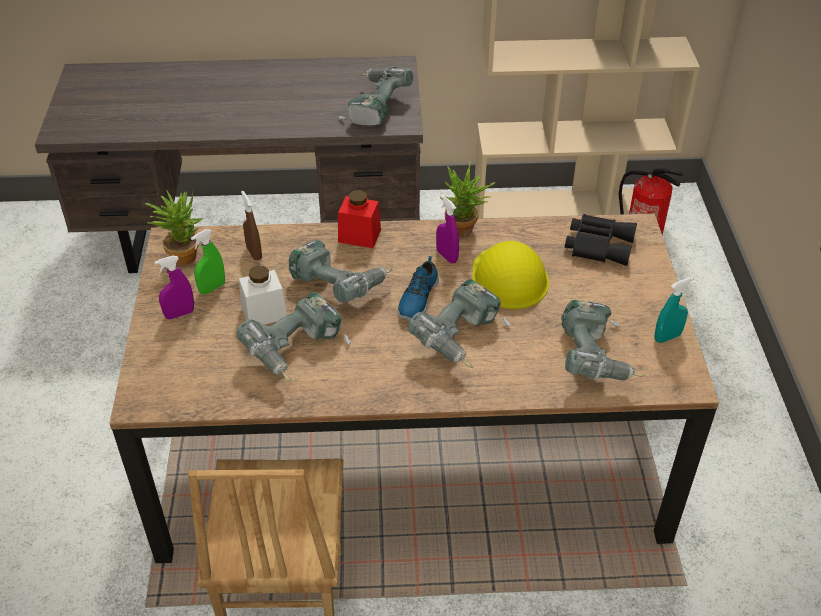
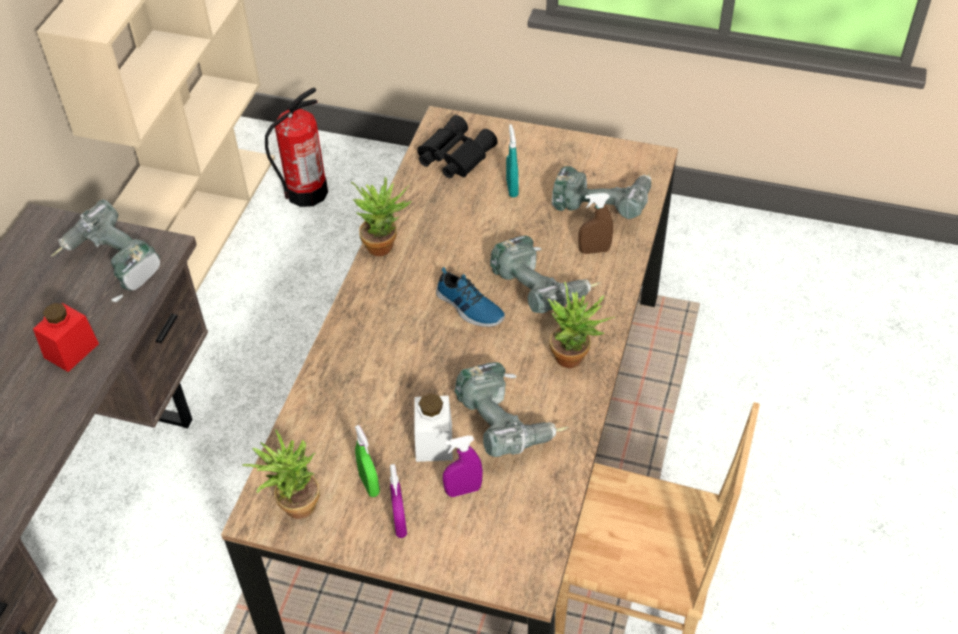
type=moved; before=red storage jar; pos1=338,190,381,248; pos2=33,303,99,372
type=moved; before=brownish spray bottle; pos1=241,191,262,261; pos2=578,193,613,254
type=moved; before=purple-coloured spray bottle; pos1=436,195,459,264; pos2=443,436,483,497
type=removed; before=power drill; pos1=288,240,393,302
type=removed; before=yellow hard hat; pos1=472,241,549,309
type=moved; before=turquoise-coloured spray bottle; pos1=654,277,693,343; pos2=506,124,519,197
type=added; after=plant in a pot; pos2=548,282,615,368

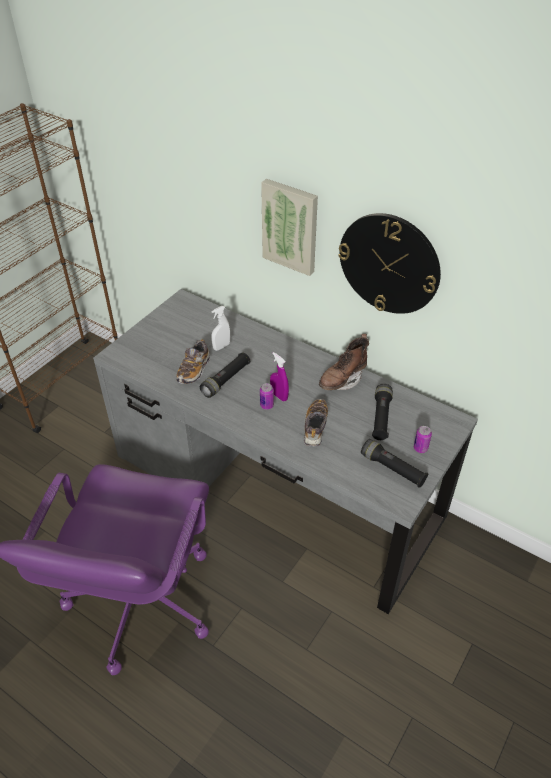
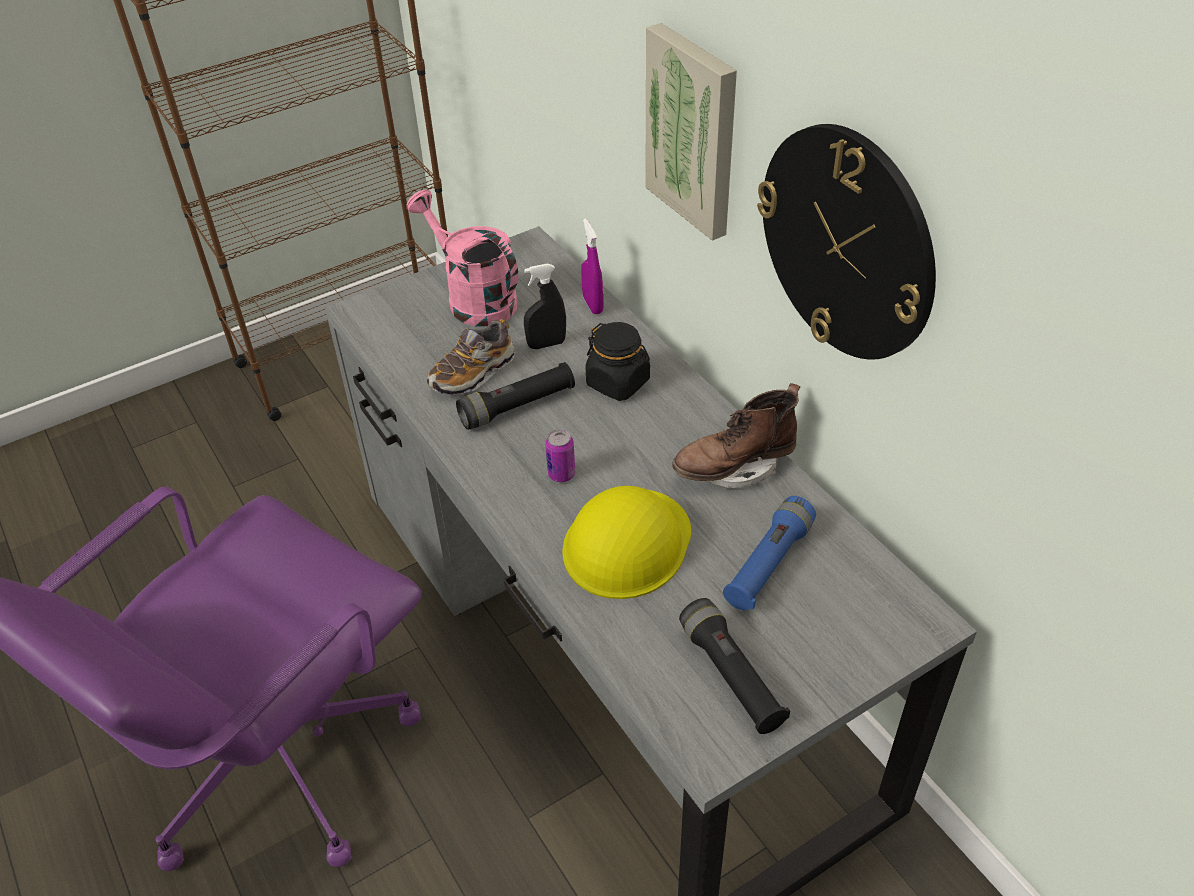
type=recoloured; before=whitish spray bottle; after=blackish spray bottle; pos1=211,306,230,351; pos2=524,263,566,349
type=moved; before=purple-coloured spray bottle; pos1=270,352,289,401; pos2=581,219,603,314
type=recoloured; before=blackish flashlight; after=blue-coloured flashlight; pos1=372,384,393,440; pos2=723,496,816,610
type=replaced; before=shoe; after=yellow hard hat; pos1=304,399,328,446; pos2=562,486,691,599
type=removed; before=metal can; pos1=414,426,432,453
type=added; after=pinkish sprinkling can; pos2=407,189,518,327
type=added; after=blackish storage jar; pos2=585,322,650,401

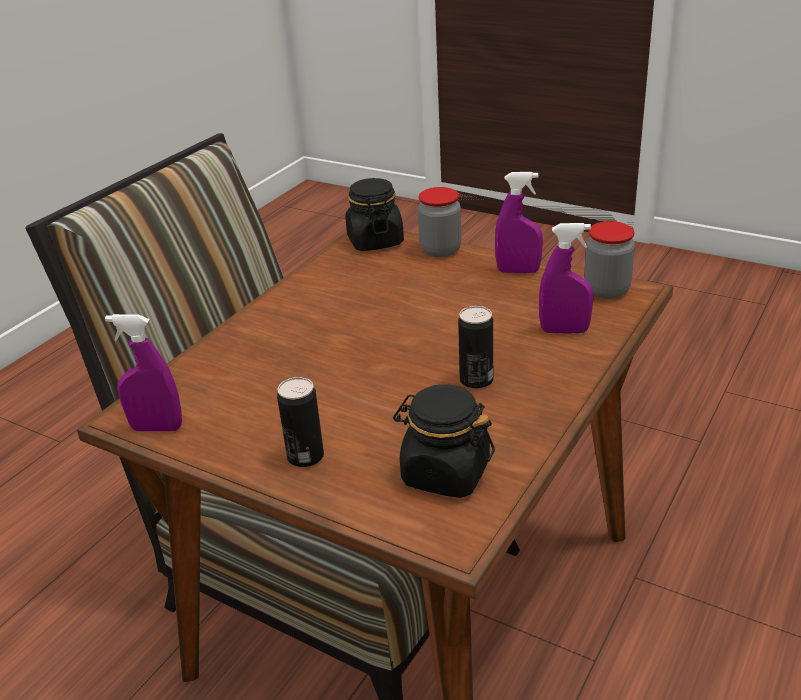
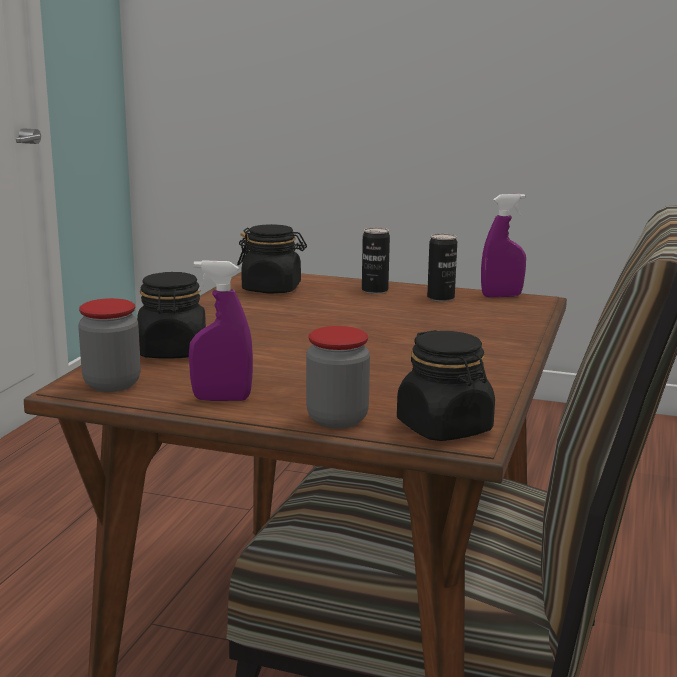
type=replaced; before=purple-coloured spray bottle; after=blackish storage jar; pos1=539,223,594,334; pos2=137,272,206,359
type=moved; before=metal can; pos1=458,306,493,389; pos2=427,233,457,302

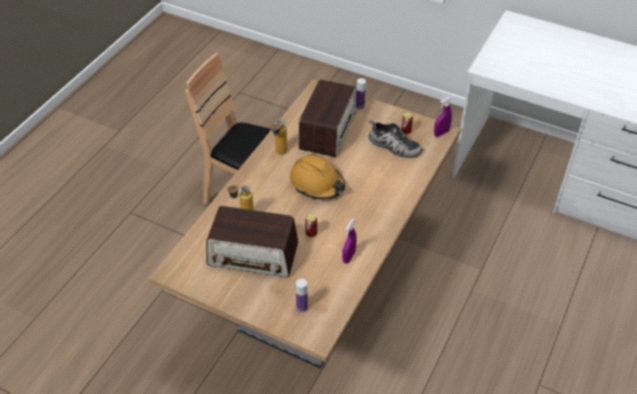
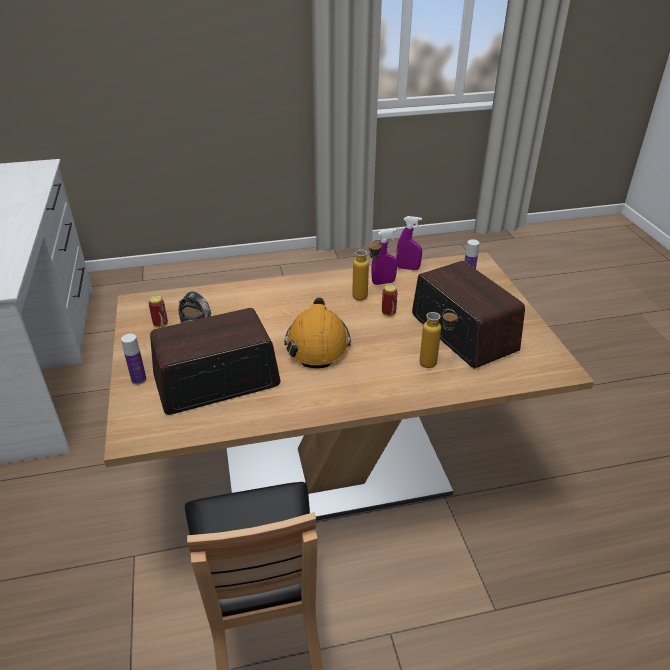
type=moved; before=purple-coloured spray bottle; pos1=434,97,452,137; pos2=396,216,422,270
type=moved; before=drink bottle; pos1=271,119,288,155; pos2=352,240,382,301

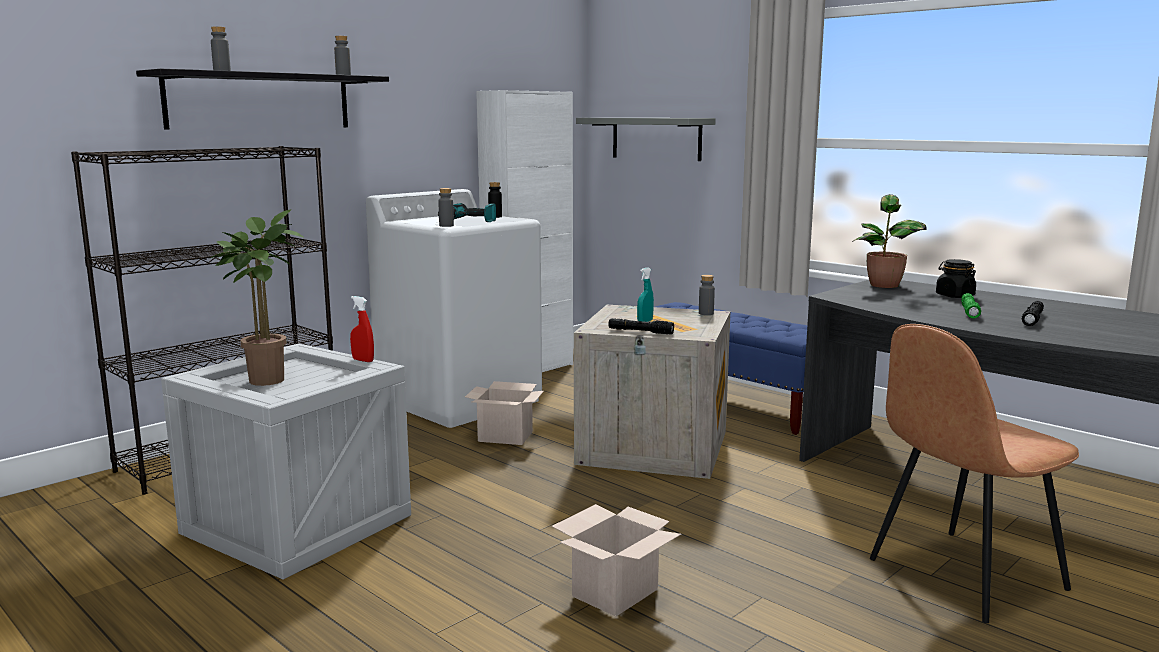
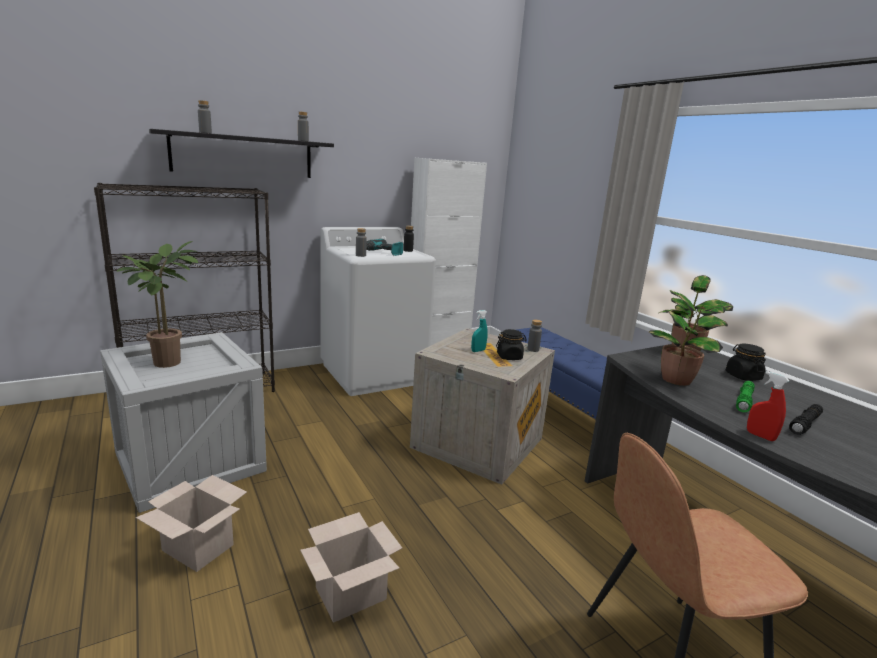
type=removed; before=greyish shelf; pos1=576,118,716,161
type=moved; before=red spray bottle; pos1=350,296,374,362; pos2=747,371,789,441
type=removed; before=blackish flashlight; pos1=609,318,674,334
type=moved; before=packing box; pos1=465,381,544,445; pos2=136,475,247,572
type=added; after=plant in a pot; pos2=649,290,731,386
type=added; after=blackish storage jar; pos2=496,329,527,360

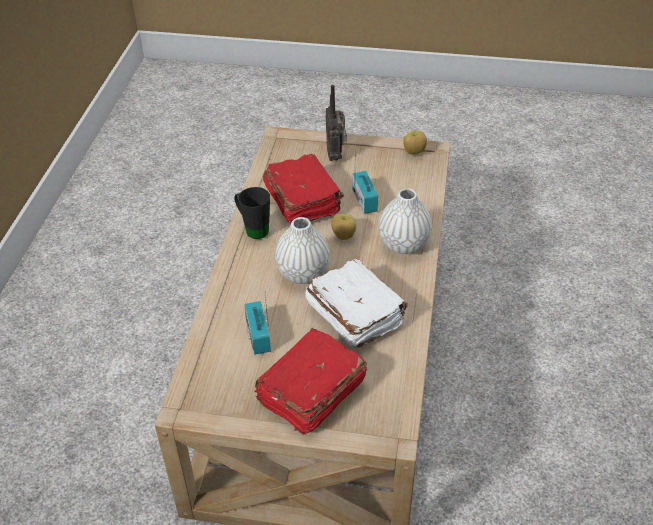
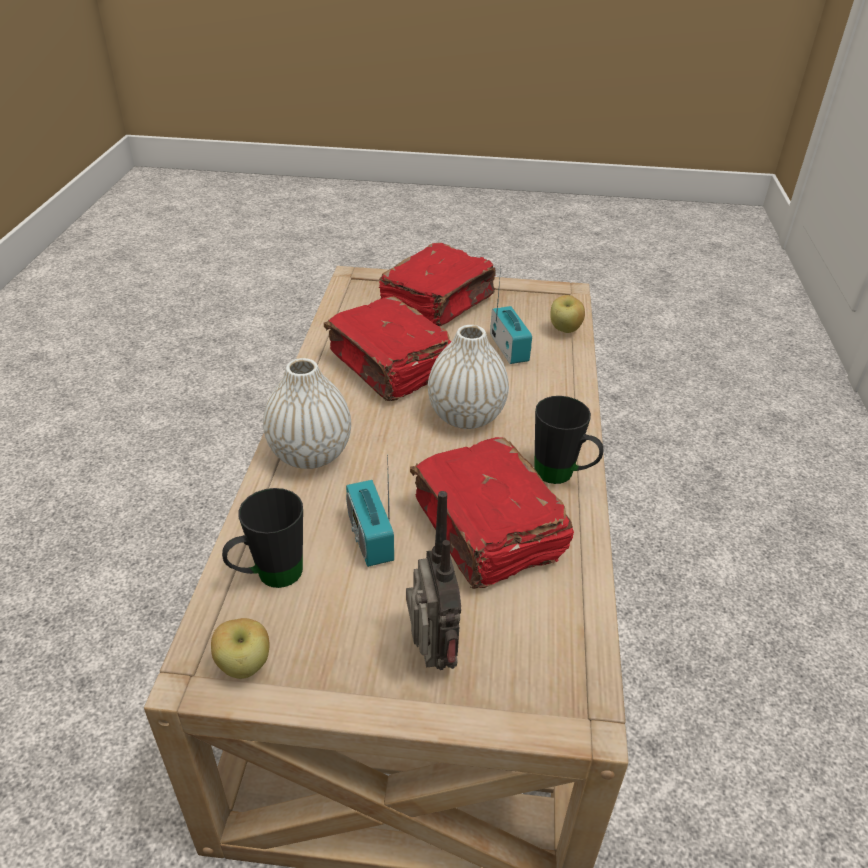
type=moved; before=apple; pos1=331,214,357,240; pos2=550,295,585,333
type=recoloured; before=whitish bound book; after=red bound book; pos1=305,259,408,348; pos2=324,296,451,401
type=added; after=blackish tea mug; pos2=222,488,303,588

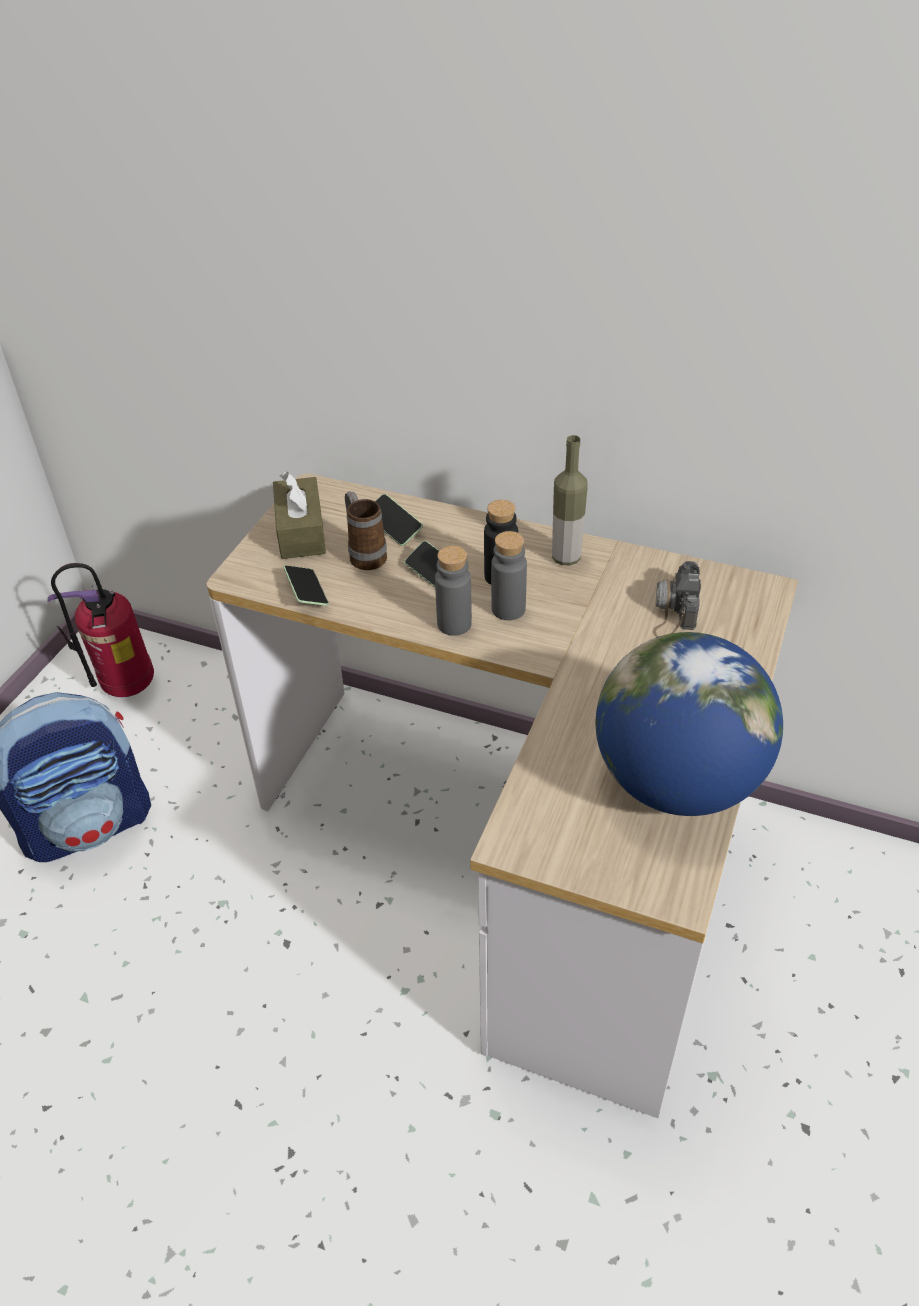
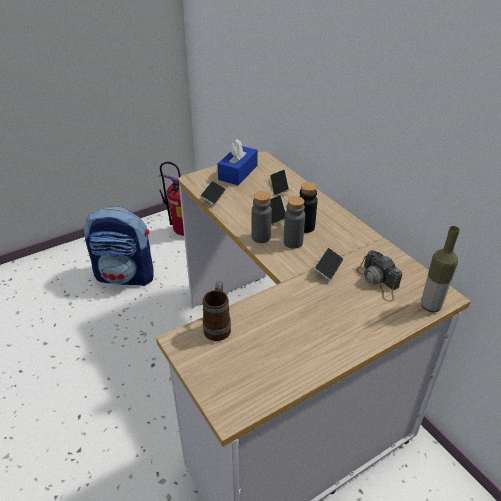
type=moved; before=drink bottle; pos1=552,435,588,565; pos2=421,226,460,313
type=recoloured; before=brownish tissue box; after=blue-coloured tissue box; pos1=273,472,326,559; pos2=217,139,258,185
type=moved; before=tea mug; pos1=345,492,387,570; pos2=203,281,231,341
type=turned; before=still camera; pos1=653,561,701,637; pos2=357,250,402,302; turn=-75
type=removed; before=world globe; pos1=596,632,783,816
type=added; after=telephone; pos2=314,248,343,280

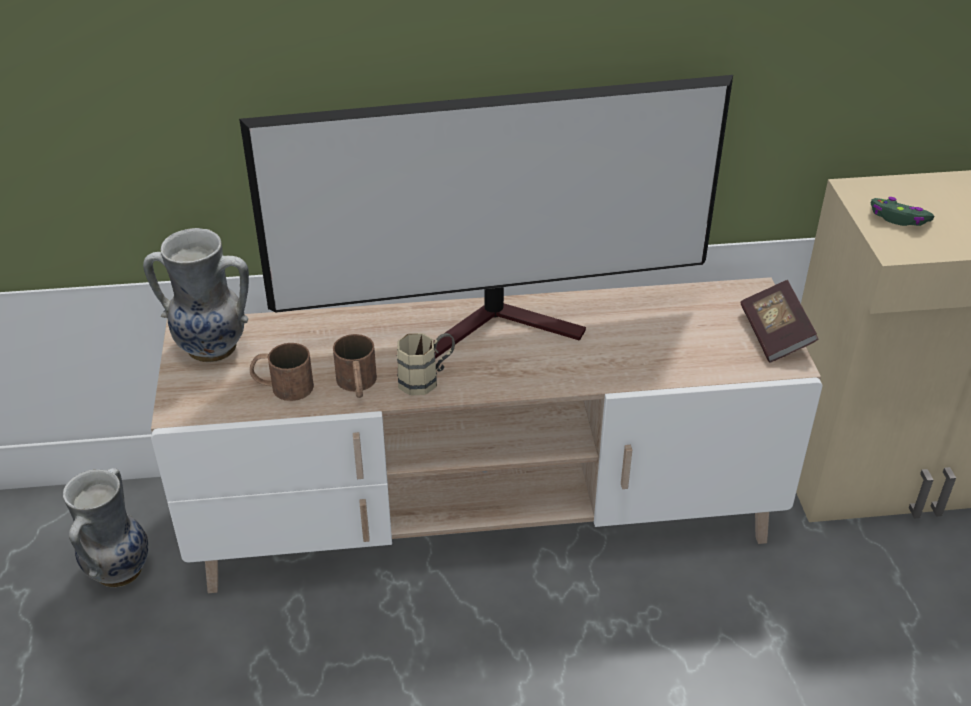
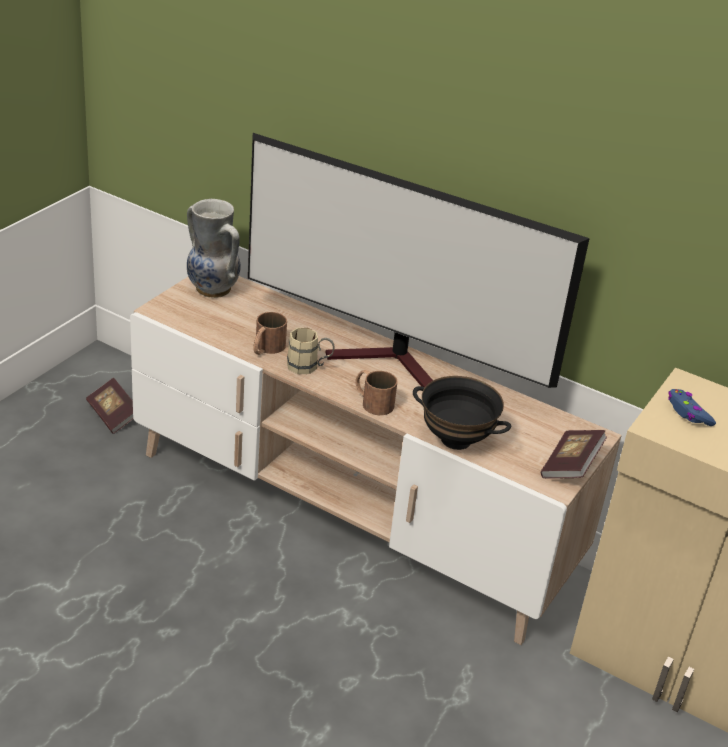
type=recoloured; before=green-coloured gamepad; after=blue-coloured gamepad; pos1=871,197,934,226; pos2=668,389,716,426
type=moved; before=brownish tea mug; pos1=250,343,314,401; pos2=355,370,398,415
type=replaced; before=flower vase; after=bound book; pos1=63,468,148,587; pos2=86,378,133,434
type=added; after=blackish serving bowl; pos2=413,376,511,450

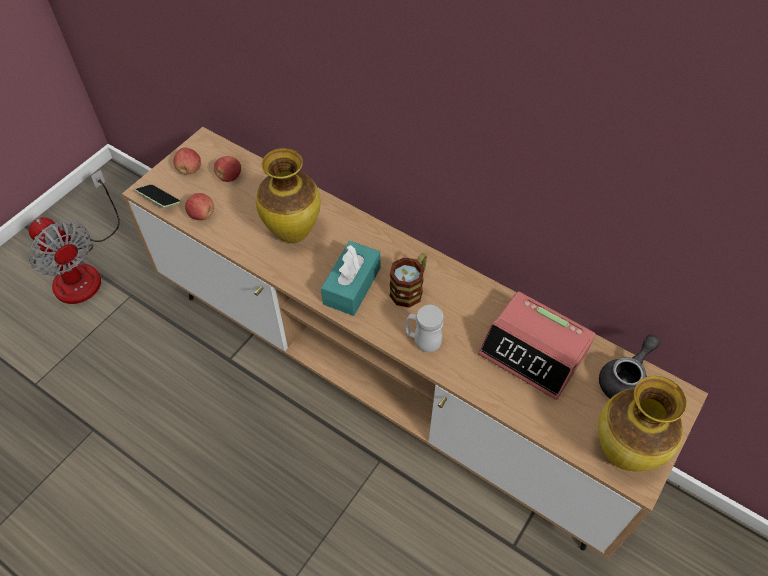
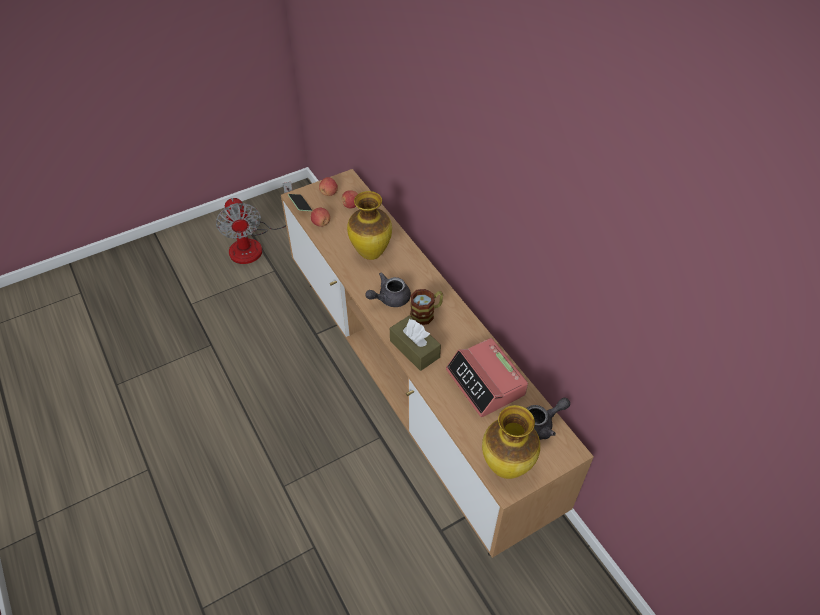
type=replaced; before=turquoise-coloured tissue box; after=greyish pot for tea; pos1=321,241,380,316; pos2=365,272,411,307
type=replaced; before=whitish tea mug; after=brownish tissue box; pos1=406,305,444,352; pos2=390,316,441,371

